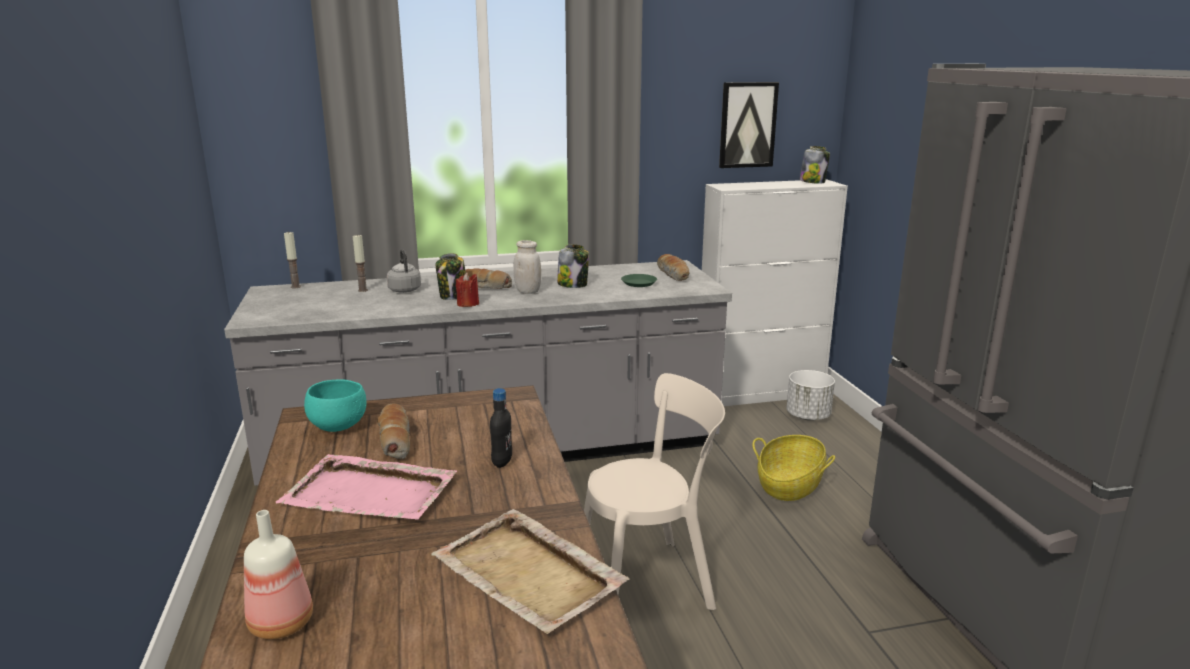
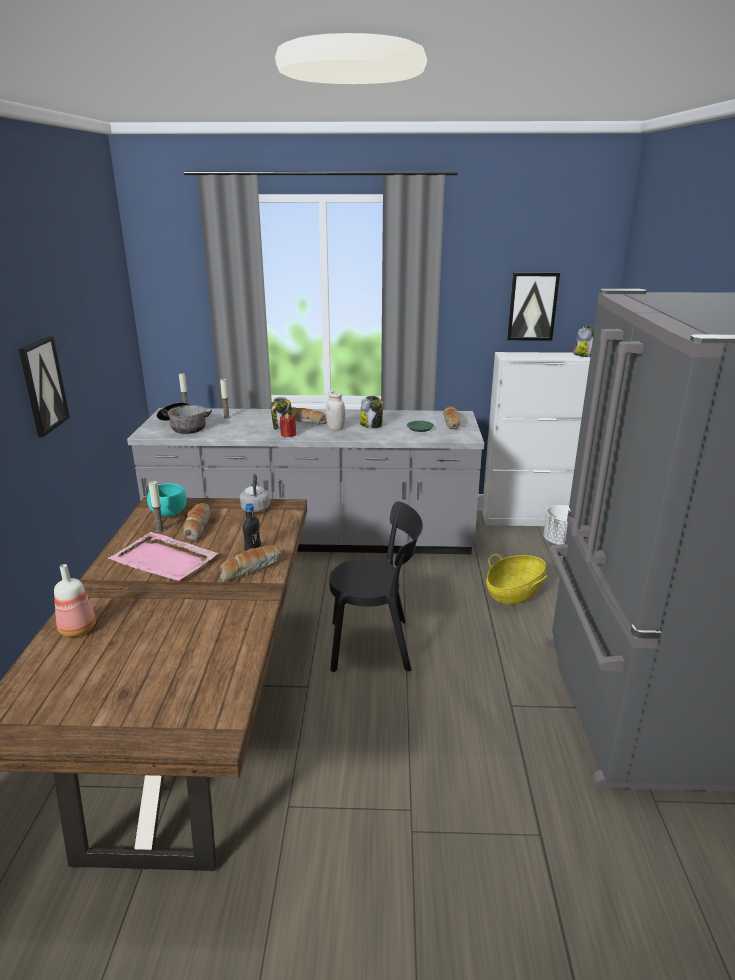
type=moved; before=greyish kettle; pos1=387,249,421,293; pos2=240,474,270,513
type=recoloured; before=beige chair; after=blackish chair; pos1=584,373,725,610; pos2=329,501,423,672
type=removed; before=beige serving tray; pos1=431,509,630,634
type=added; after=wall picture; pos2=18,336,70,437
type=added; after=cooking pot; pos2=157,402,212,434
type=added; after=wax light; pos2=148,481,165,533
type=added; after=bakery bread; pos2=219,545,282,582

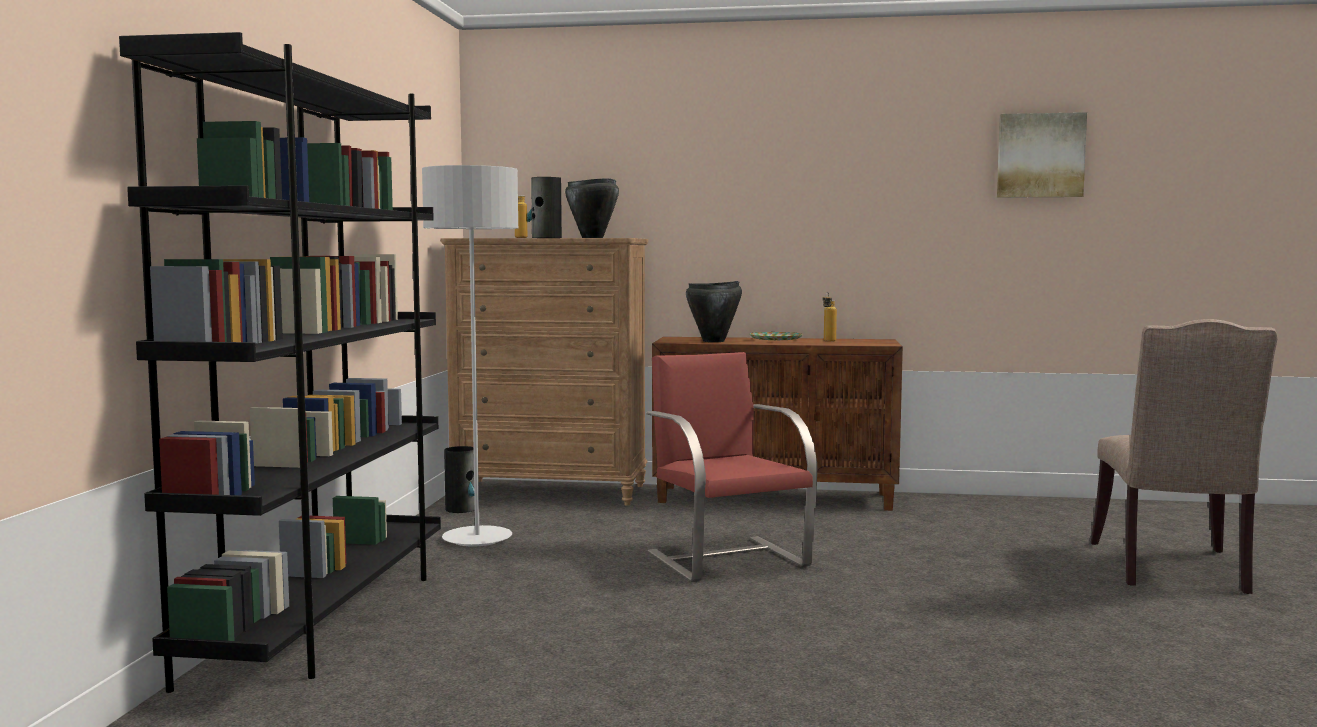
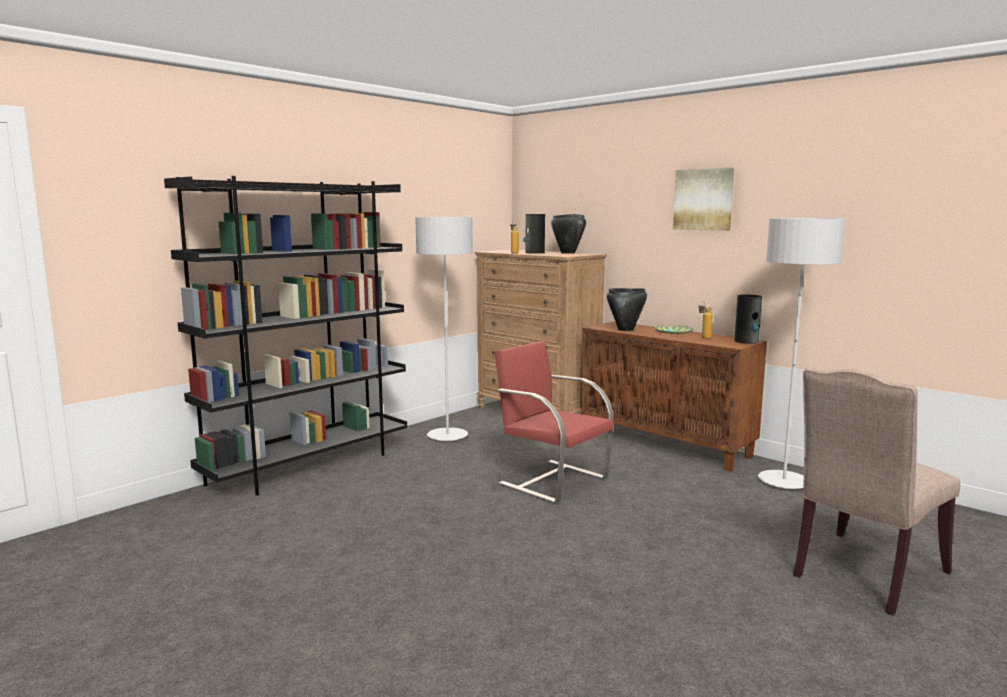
type=moved; before=wall picture; pos1=997,112,1087,198; pos2=673,168,734,231
type=turned; before=red chair; pos1=646,352,817,583; pos2=495,341,614,504; turn=-60
type=moved; before=flower vase; pos1=444,446,475,513; pos2=734,294,762,344
type=added; after=greyish floor lamp; pos2=758,218,845,489

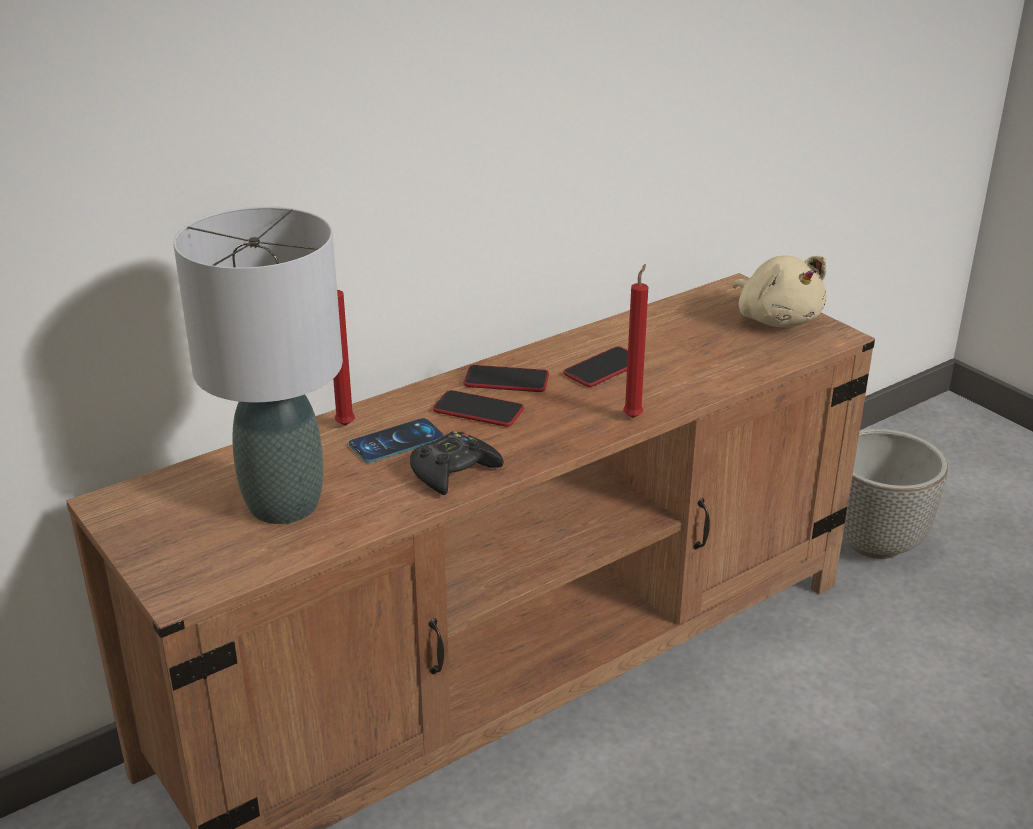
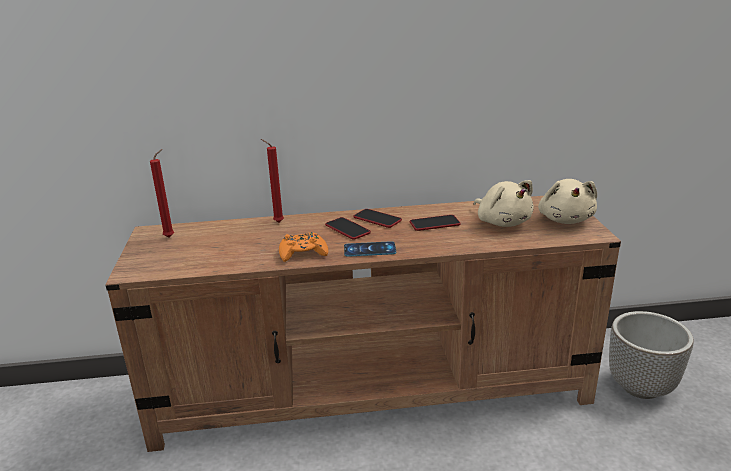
type=removed; before=greyish tabletop lamp; pos1=173,206,343,524
type=moved; before=red wax light; pos1=623,264,648,418; pos2=150,149,174,237
type=moved; before=telephone; pos1=348,418,444,463; pos2=344,241,396,257
type=recoloured; before=blackish gamepad; after=orange-coloured gamepad; pos1=410,431,504,495; pos2=279,232,328,262
type=added; after=beige plush toy; pos2=474,180,534,227

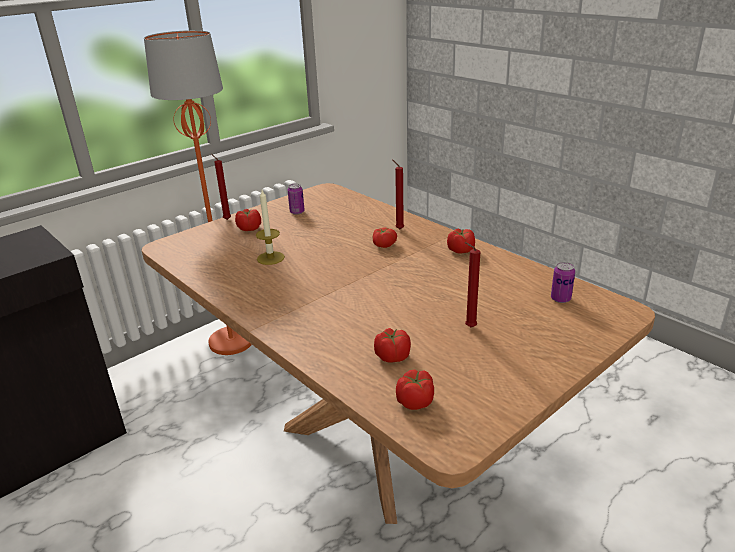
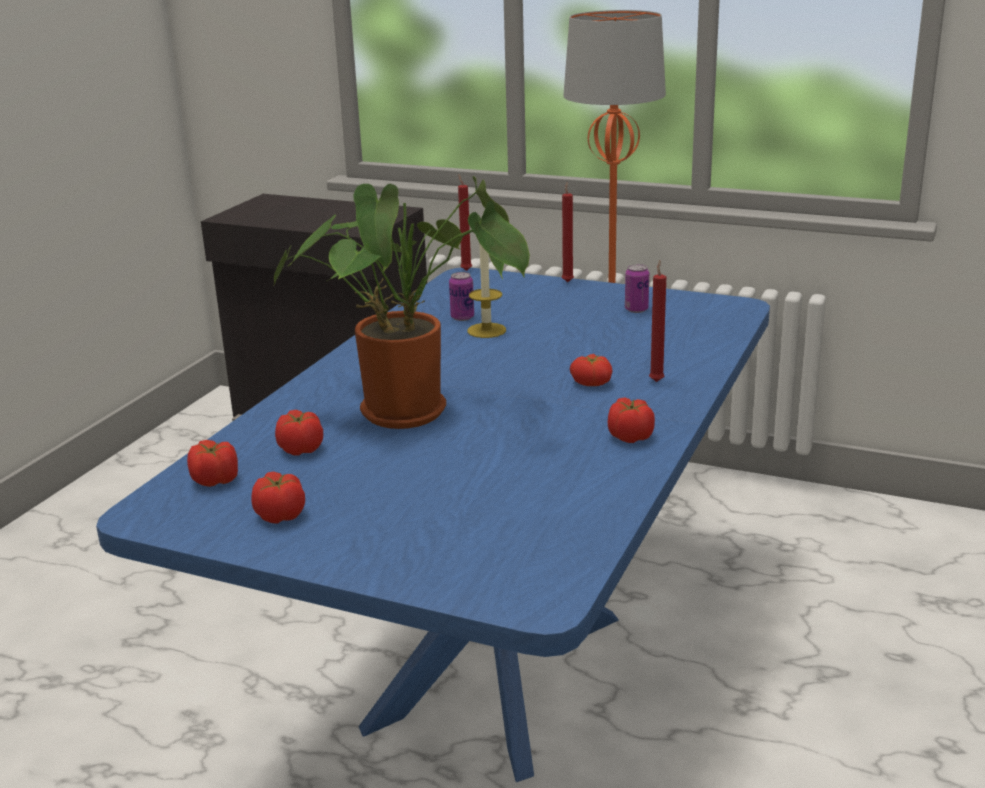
type=recoloured; before=brownish dining table; after=blue-coloured dining table; pos1=142,183,655,524; pos2=96,268,770,782
type=moved; before=whole tomato; pos1=235,209,261,231; pos2=251,471,305,524
type=moved; before=red wax light; pos1=465,242,480,327; pos2=458,174,472,271
type=moved; before=metal can; pos1=551,262,575,303; pos2=449,272,474,321
type=added; after=plant in a pot; pos2=274,176,530,429

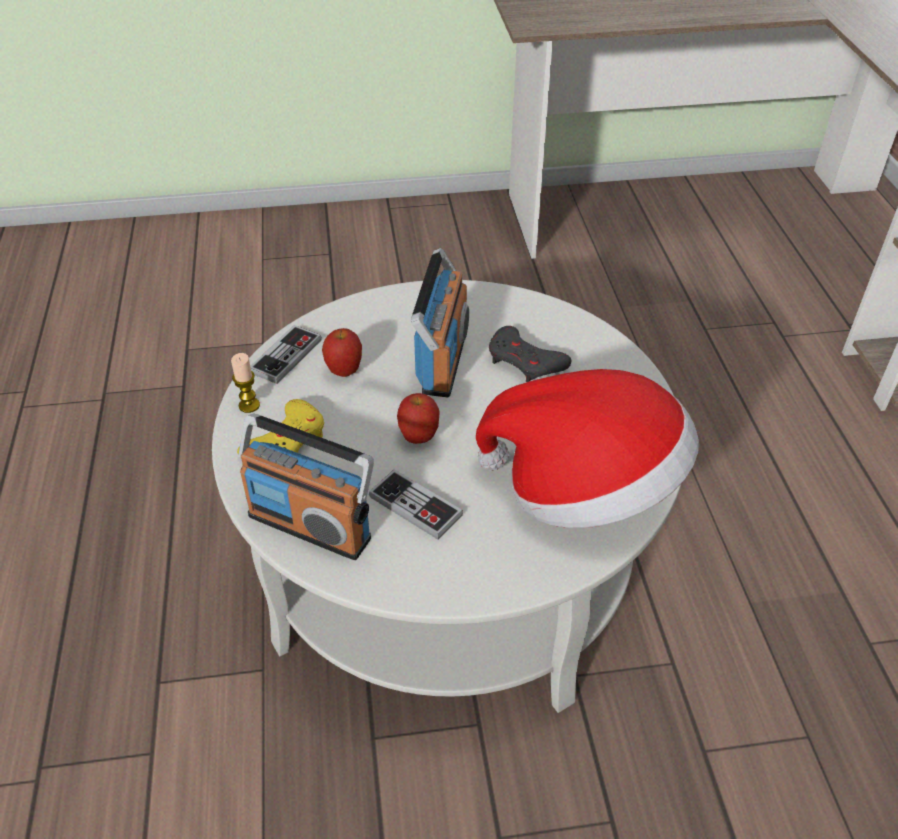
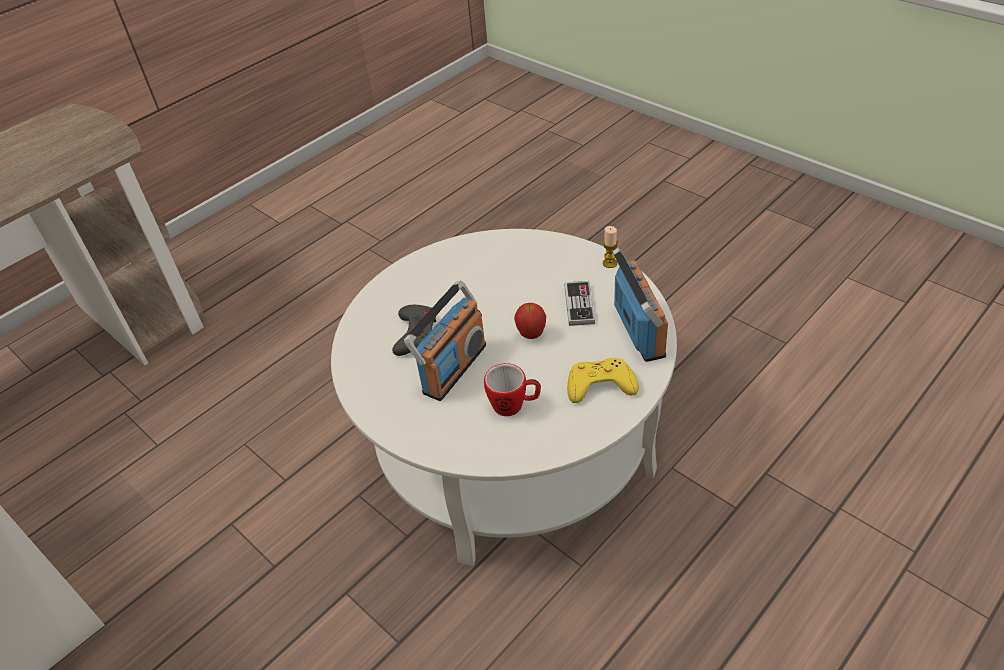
type=turned; before=radio; pos1=411,248,469,397; pos2=404,281,486,401; turn=150
type=removed; before=gamepad; pos1=250,325,322,384
type=replaced; before=apple; after=tea mug; pos1=322,328,362,377; pos2=484,363,541,416
type=moved; before=wax light; pos1=231,353,260,413; pos2=603,226,618,268
type=removed; before=wearable hat; pos1=476,369,699,528

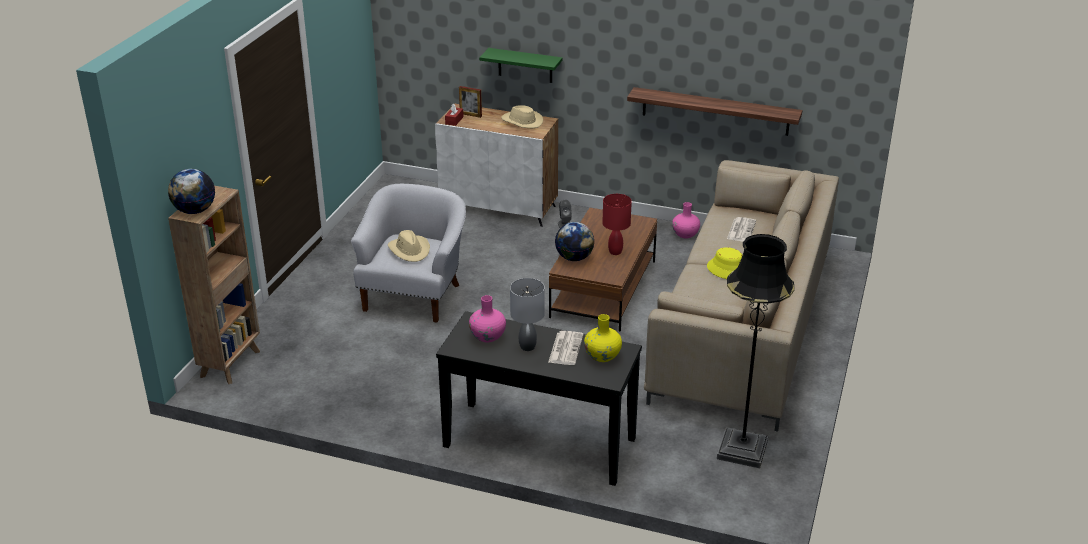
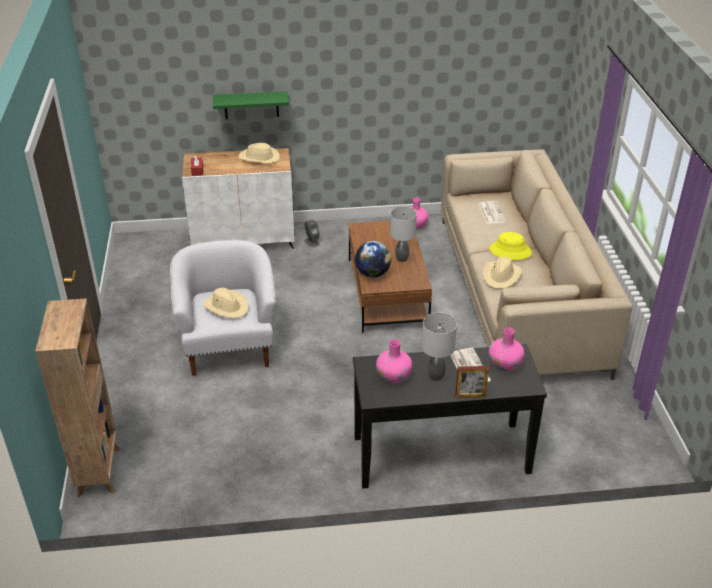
type=moved; before=standing frame; pos1=459,86,482,118; pos2=455,366,489,398
type=removed; before=shelf; pos1=627,87,802,136
type=removed; before=world globe; pos1=168,169,215,214
type=recoloured; before=red tabletop lamp; after=greyish tabletop lamp; pos1=602,194,632,255; pos2=390,207,417,262
type=removed; before=blackish floor lamp; pos1=717,234,794,468
type=recoloured; before=yellow flower vase; after=pinkish flower vase; pos1=584,314,622,362; pos2=488,328,525,371
type=added; after=beige wearable hat; pos2=483,257,522,289

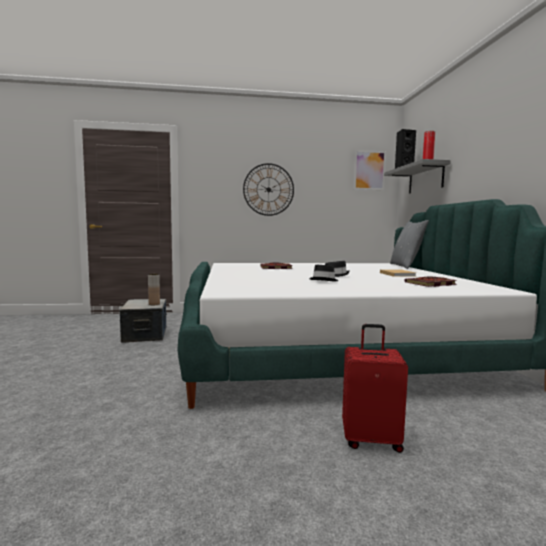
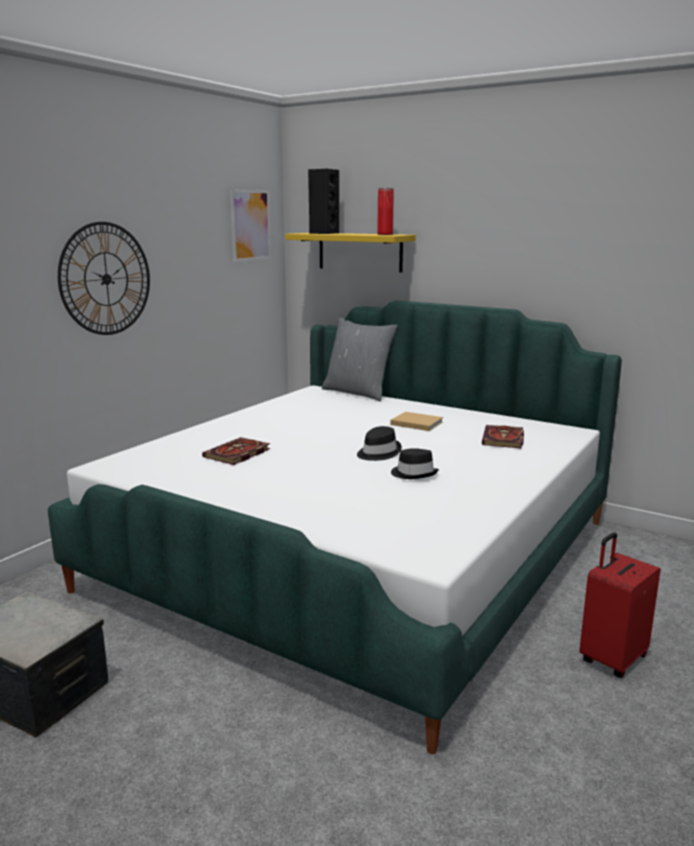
type=recoloured; before=greyish shelf; after=yellow shelf; pos1=384,159,451,194; pos2=285,233,416,273
type=removed; before=brownish flower vase; pos1=148,274,160,305

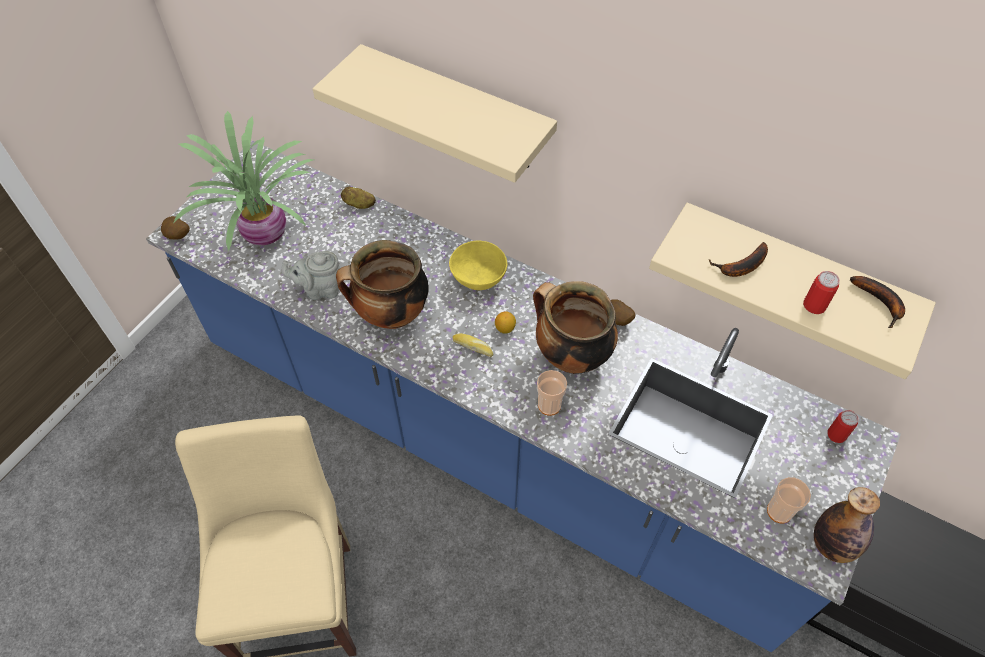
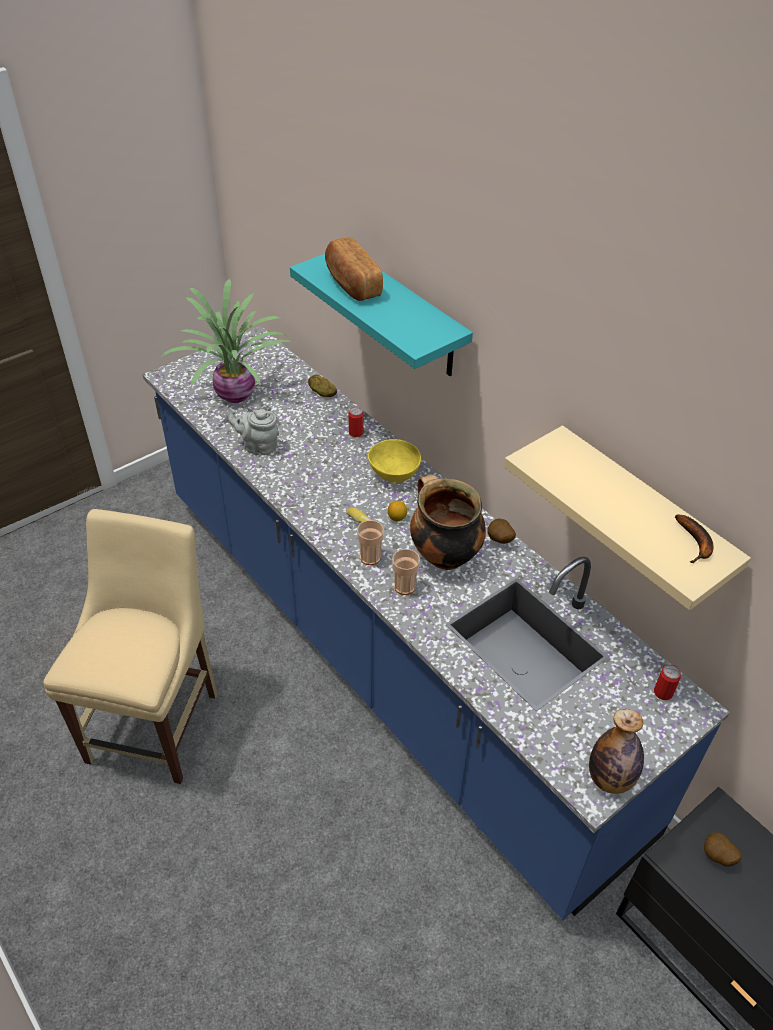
type=recoloured; before=beige shelf; after=turquoise-coloured shelf; pos1=313,44,557,183; pos2=290,254,473,376
type=moved; before=potato; pos1=161,216,190,240; pos2=704,832,742,866
type=removed; before=cooking pot; pos1=336,240,429,329
type=removed; before=whole banana; pos1=709,242,768,277
type=moved; before=metal can; pos1=803,271,840,314; pos2=348,407,364,437
type=moved; before=cup; pos1=767,477,811,524; pos2=357,520,384,565
type=added; after=bakery bread; pos2=325,237,383,301

